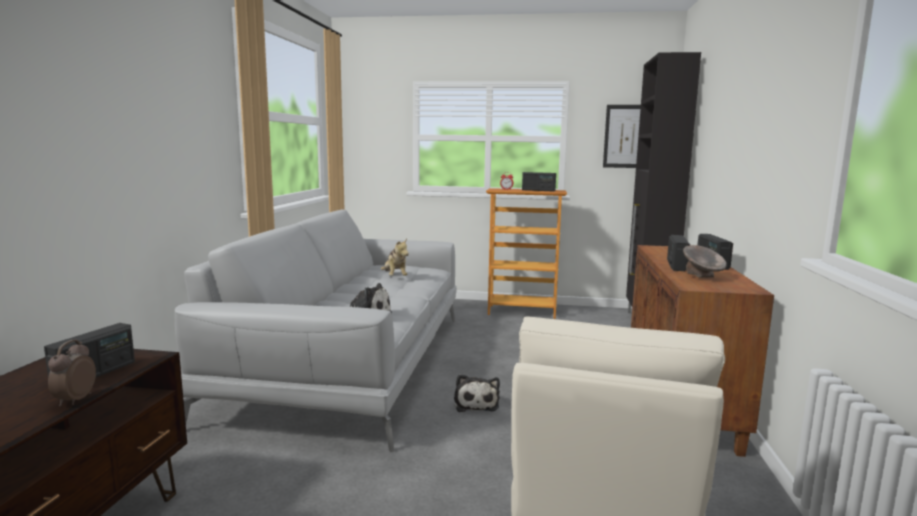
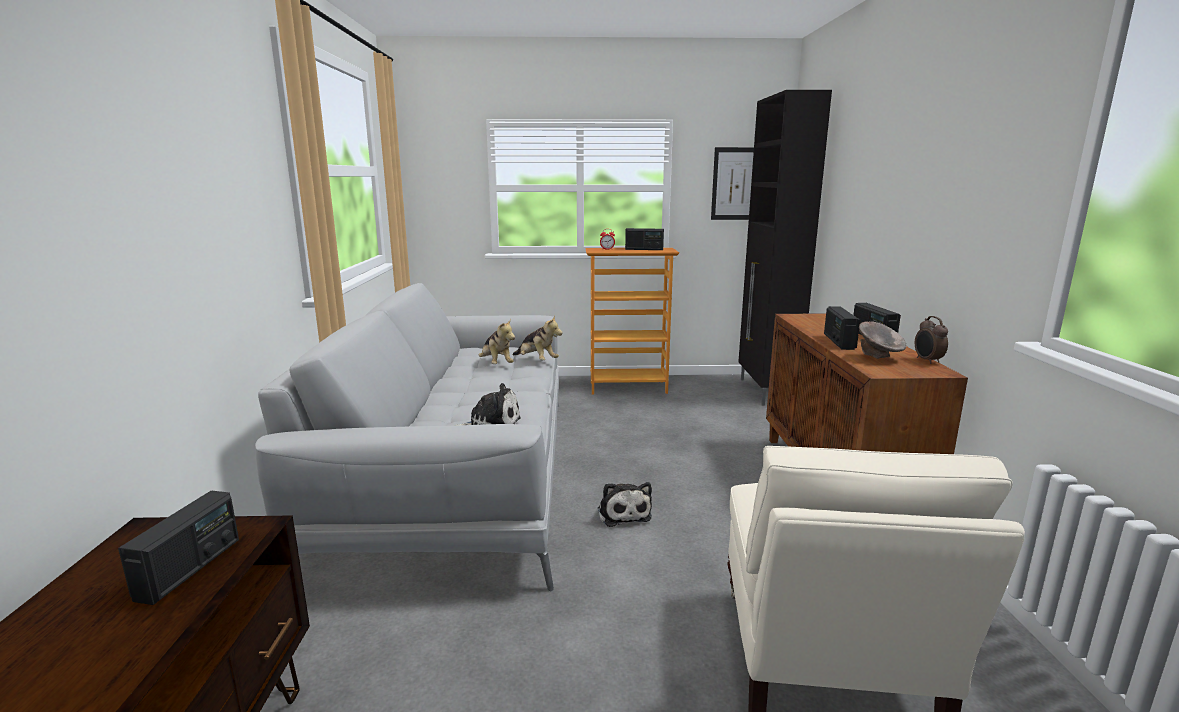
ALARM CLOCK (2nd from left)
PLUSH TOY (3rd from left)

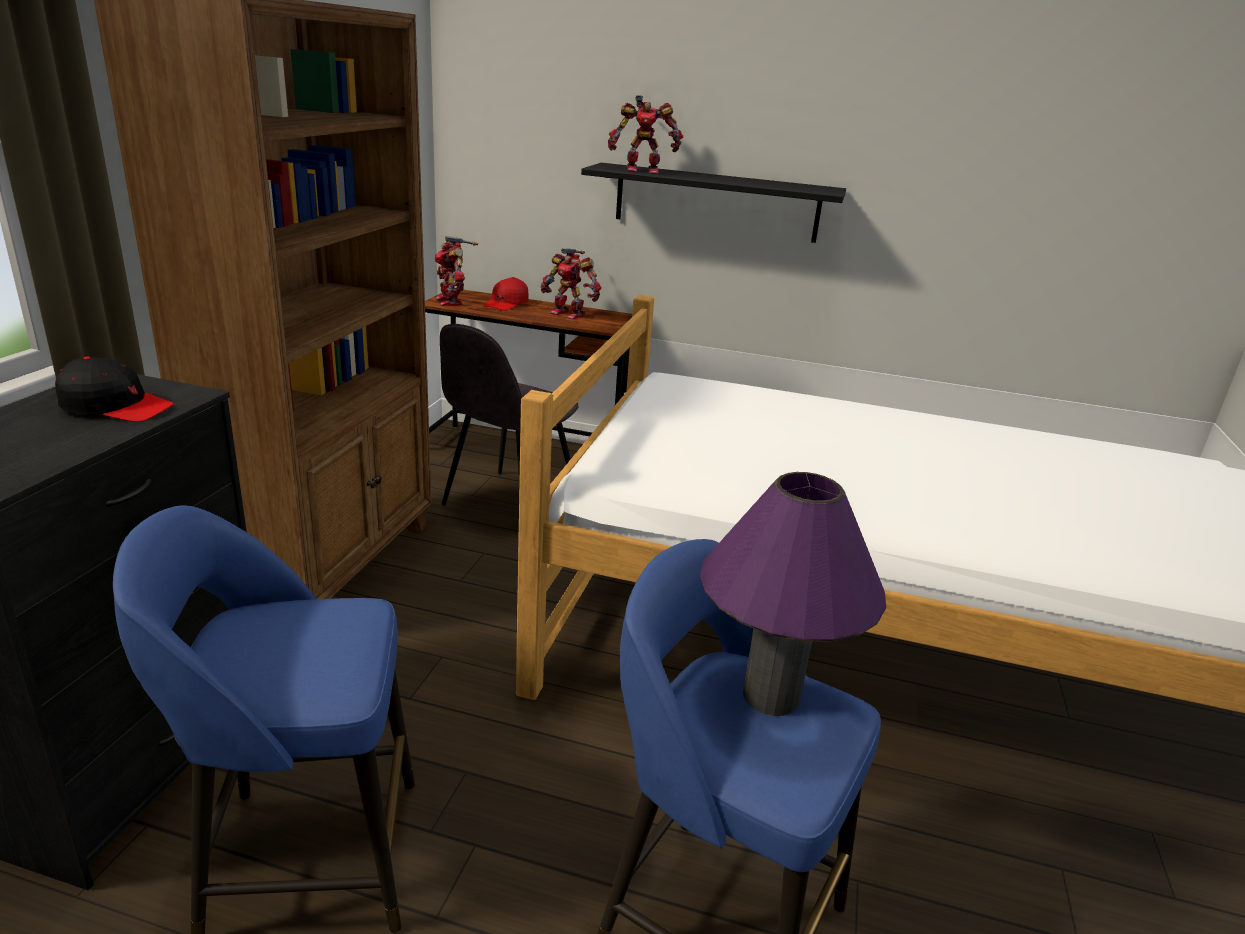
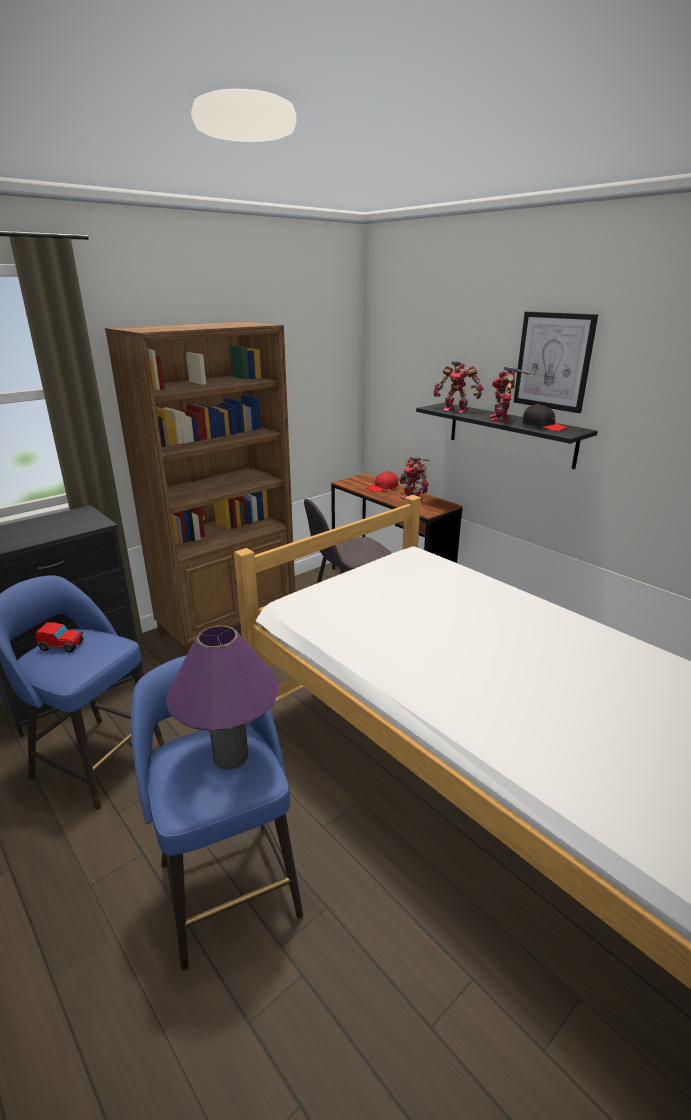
TOY ROBOT (3rd from left)
BLACK CAP
PICTURE
TOY CAR

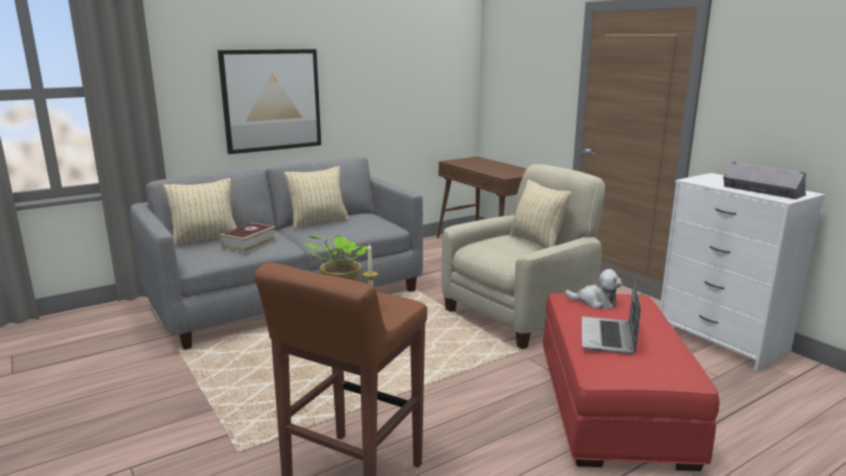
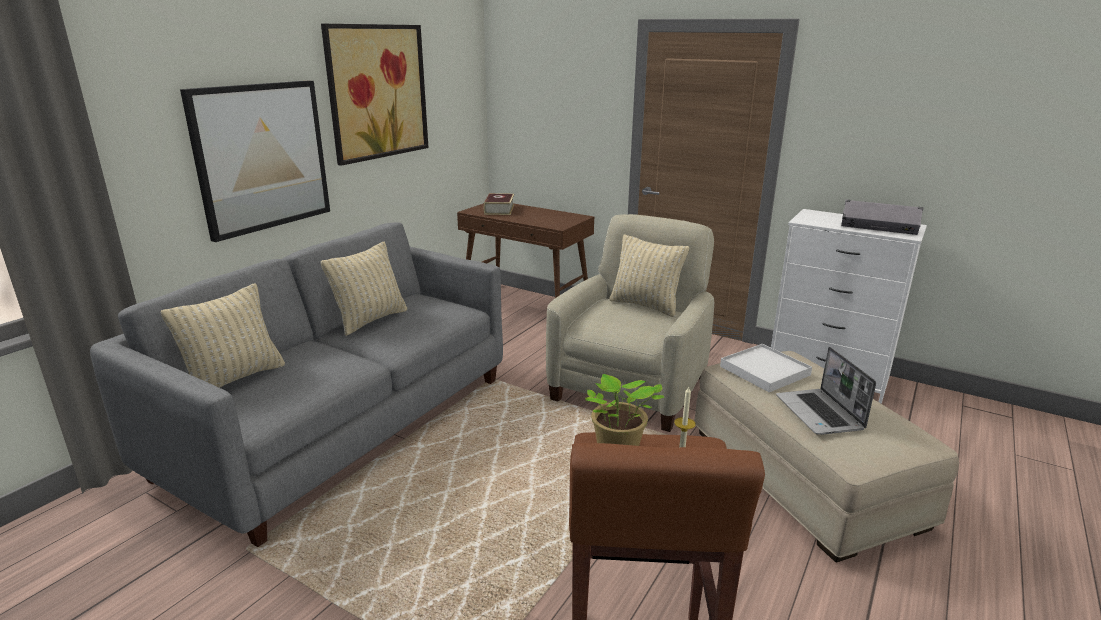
BOOK
WHITE TRAY
BEIGE OTTOMAN
PICTURE (2nd from left)

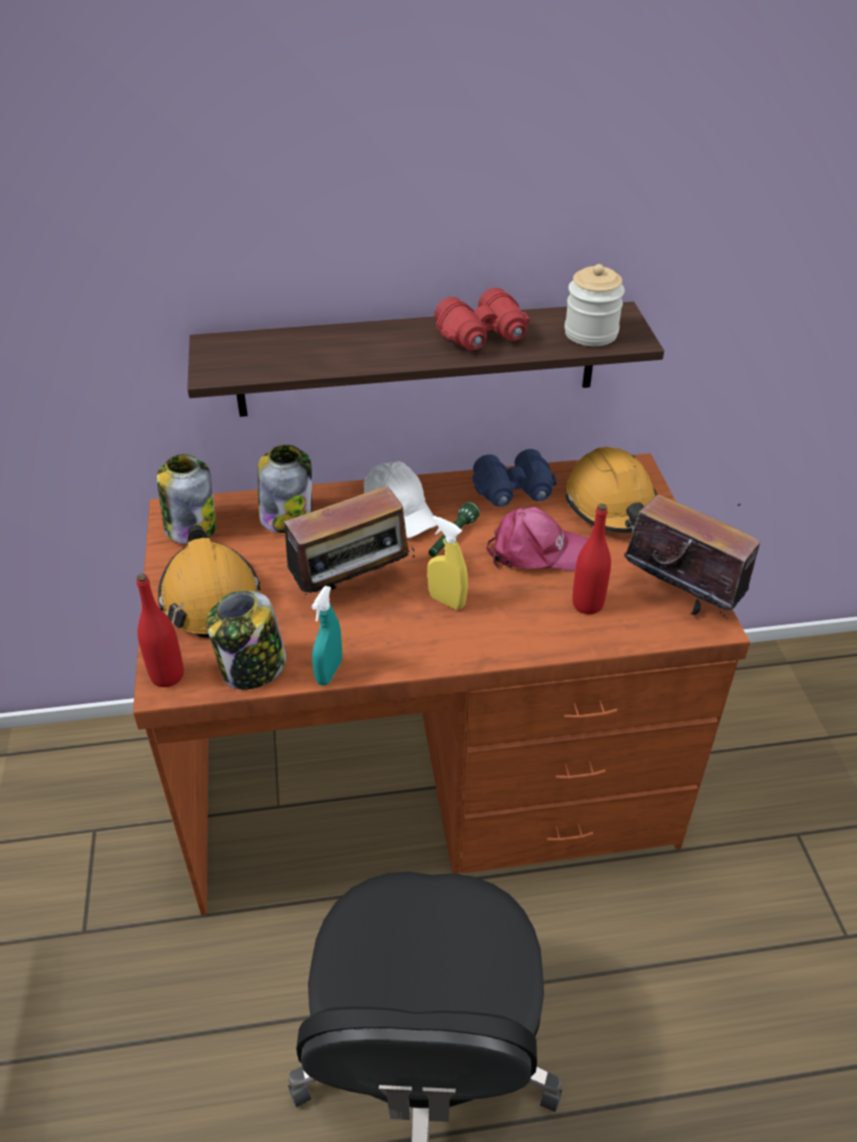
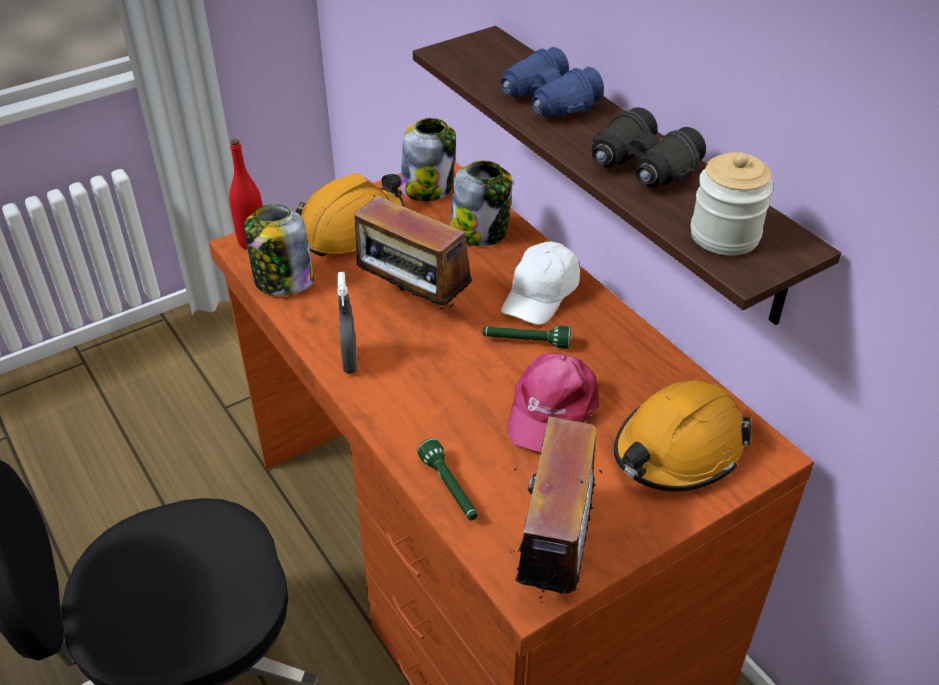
BLACK BINOCULARS
BLUE BINOCULARS
RED BOTTLE (2nd from left in the first image)
PINK CAP
YELLOW SPRAY BOTTLE
TURQUOISE SPRAY BOTTLE
GREY SPRAY BOTTLE
GREEN FLASHLIGHT (1st from left)

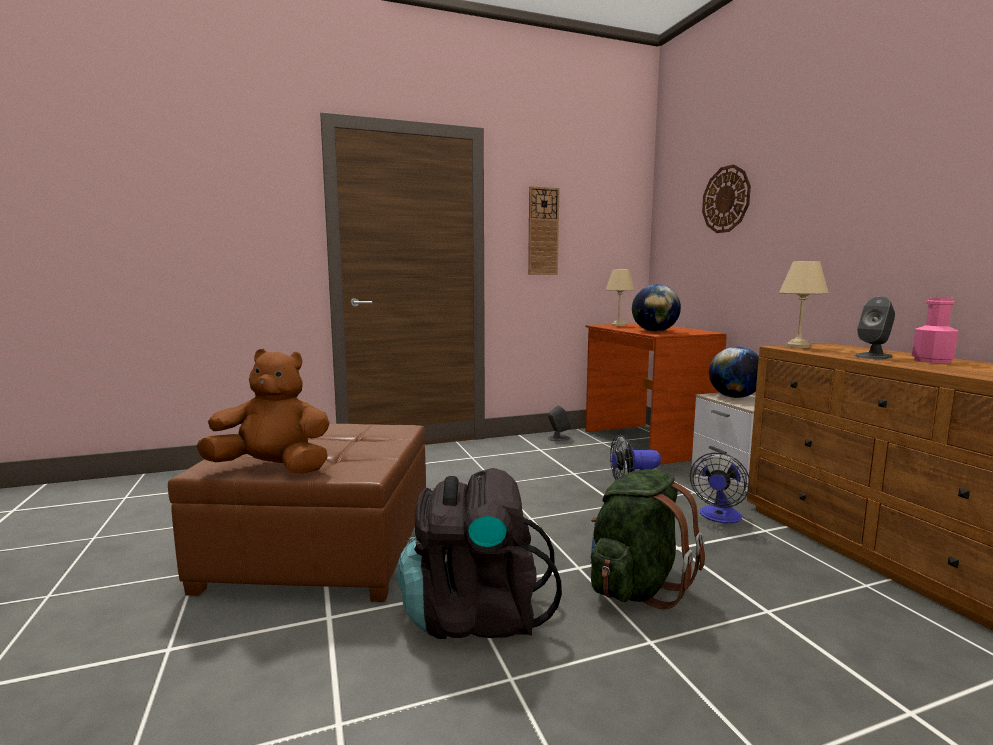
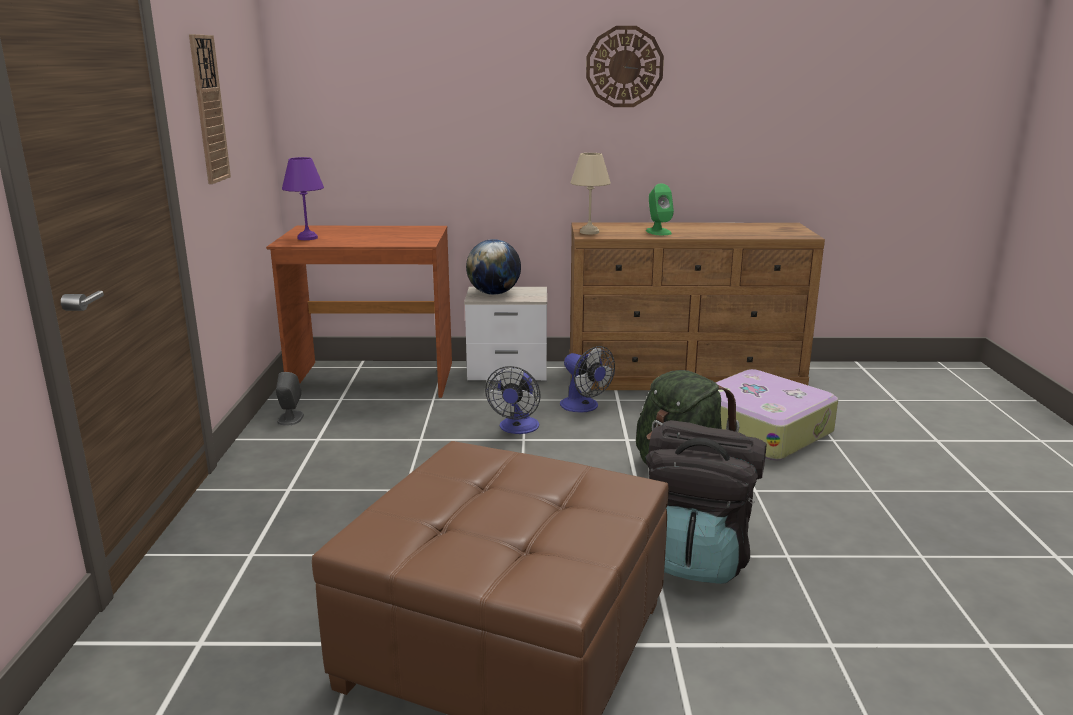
WALL CLOCK (2nd from left)
PURPLE TABLE LAMP
GLOBE (1st from left in the first image)
GREEN SPEAKER
PINK BOTTLE
BROWN PLUSH TOY
SUITCASE

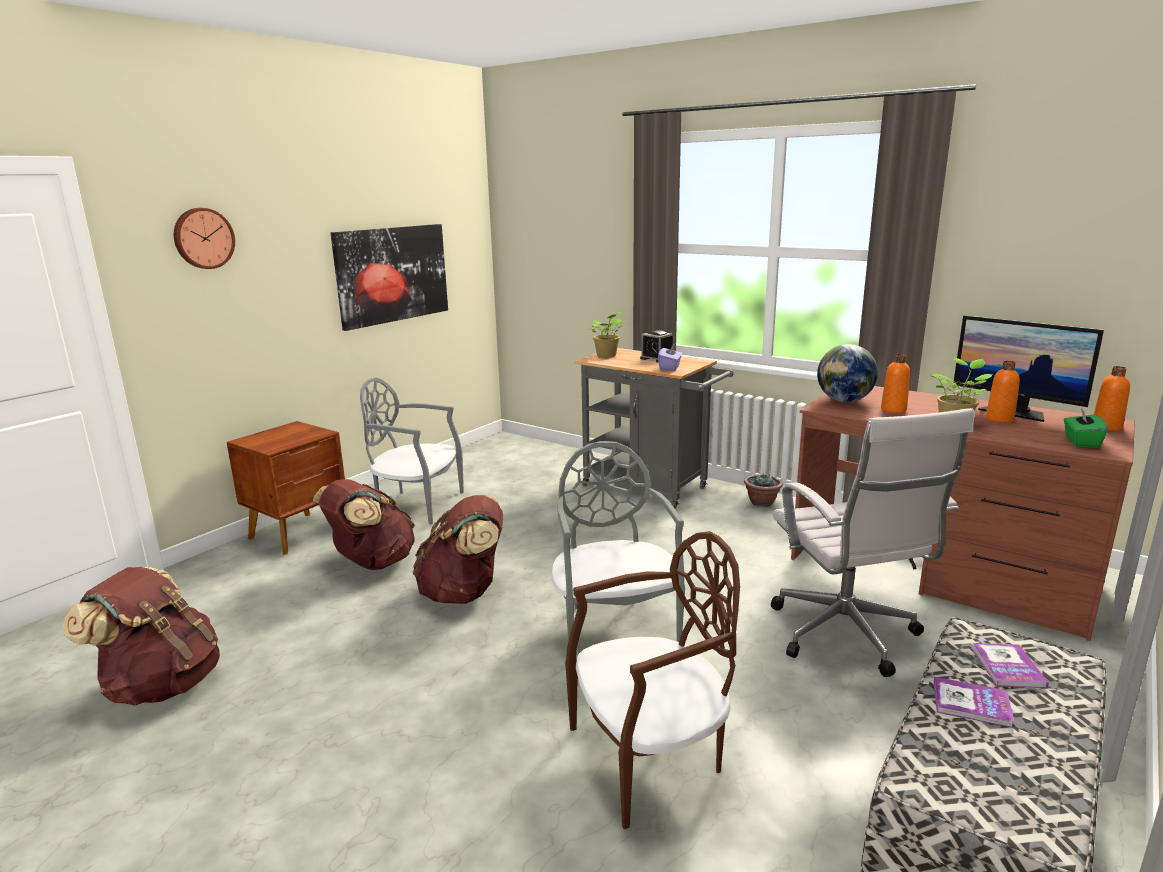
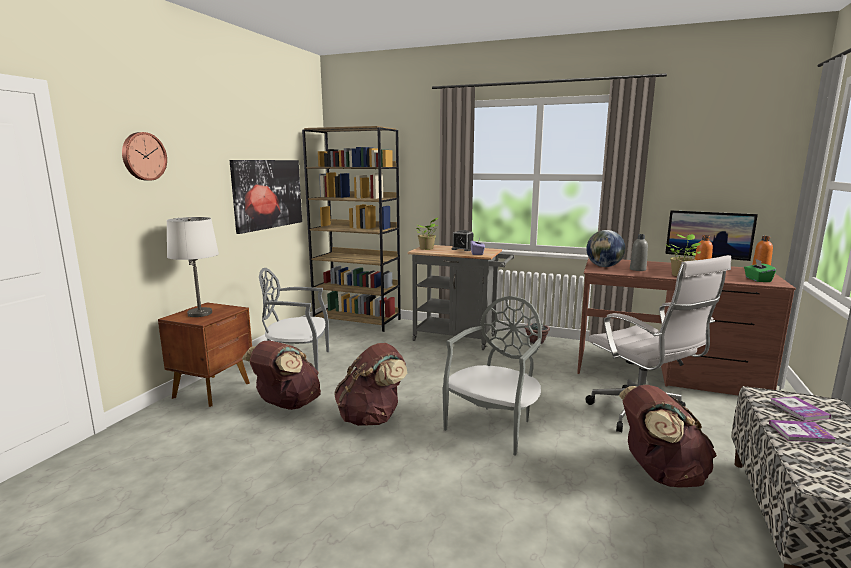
GREY BOTTLE
GREY CHAIR (2nd from left)
BROWN CHAIR
BROWN BACKPACK (3rd from left)
BROWN BOOKCASE
WHITE TABLE LAMP

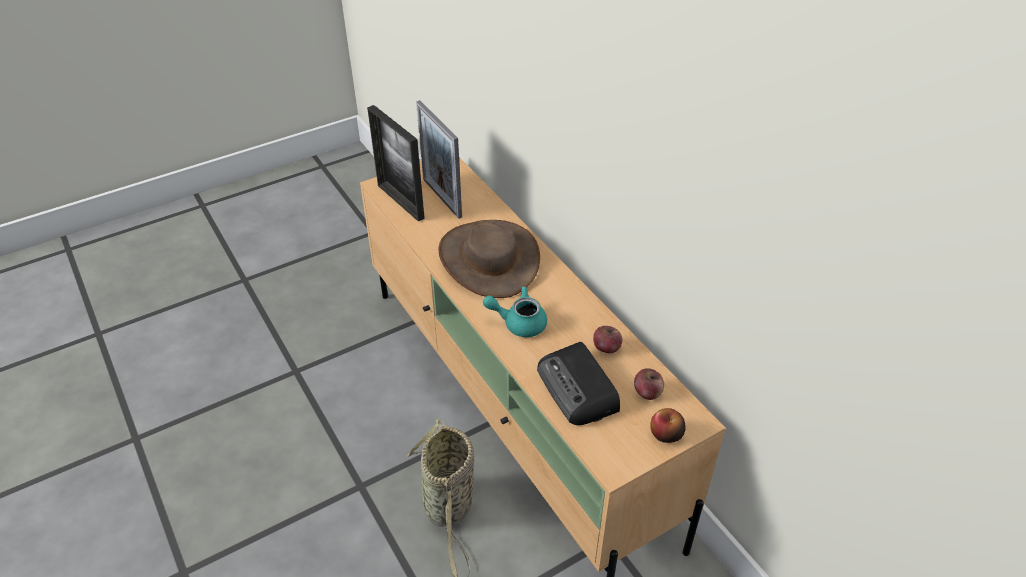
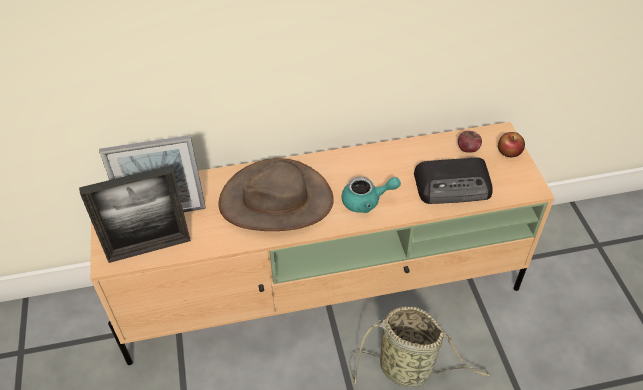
TURQUOISE TEAPOT
APPLE (1st from left in the first image)

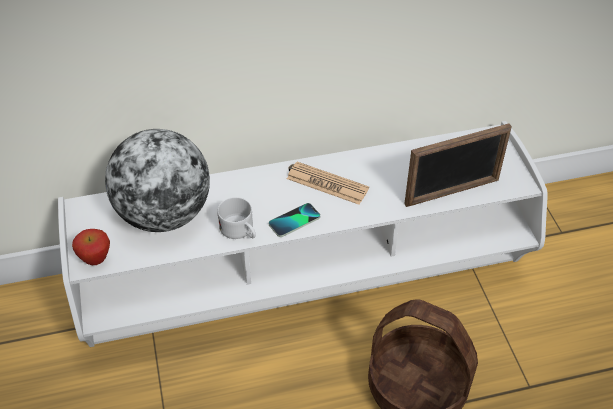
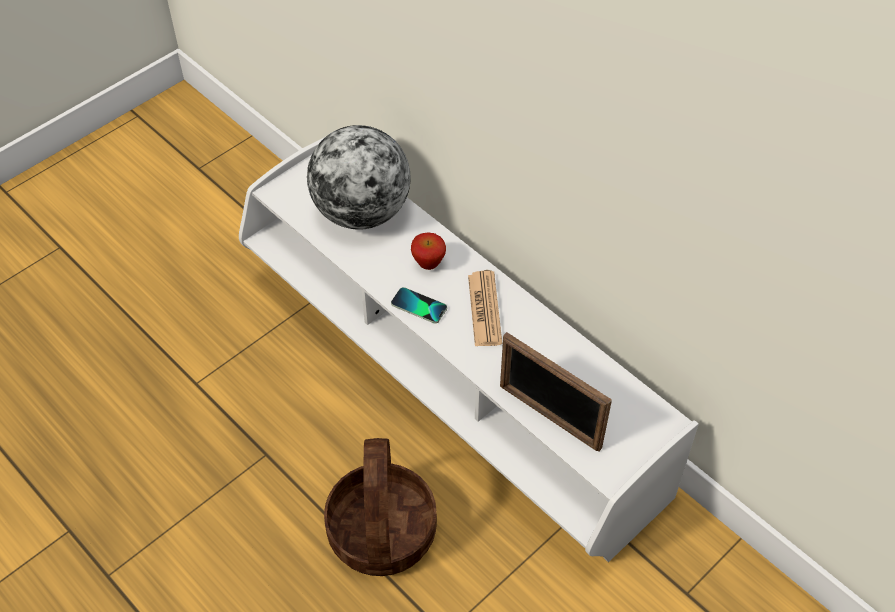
WHITE MUG
APPLE

